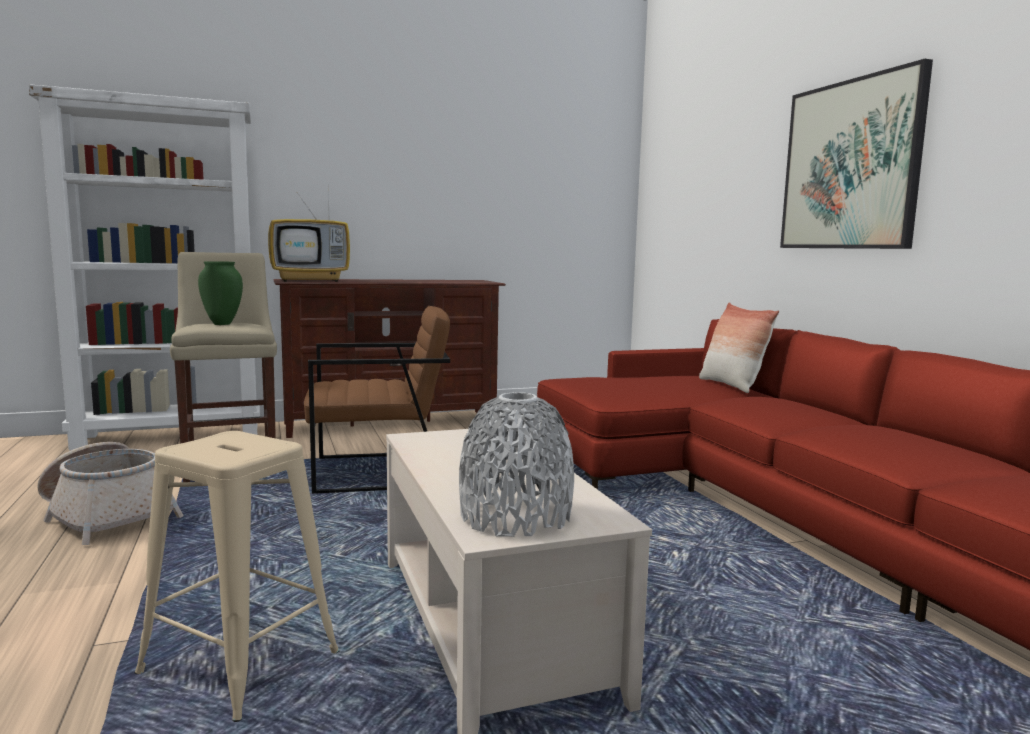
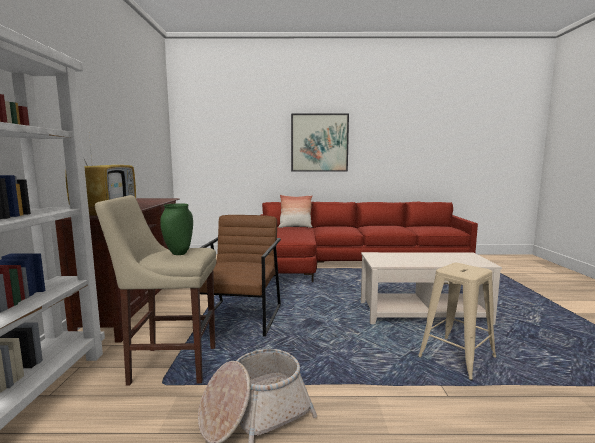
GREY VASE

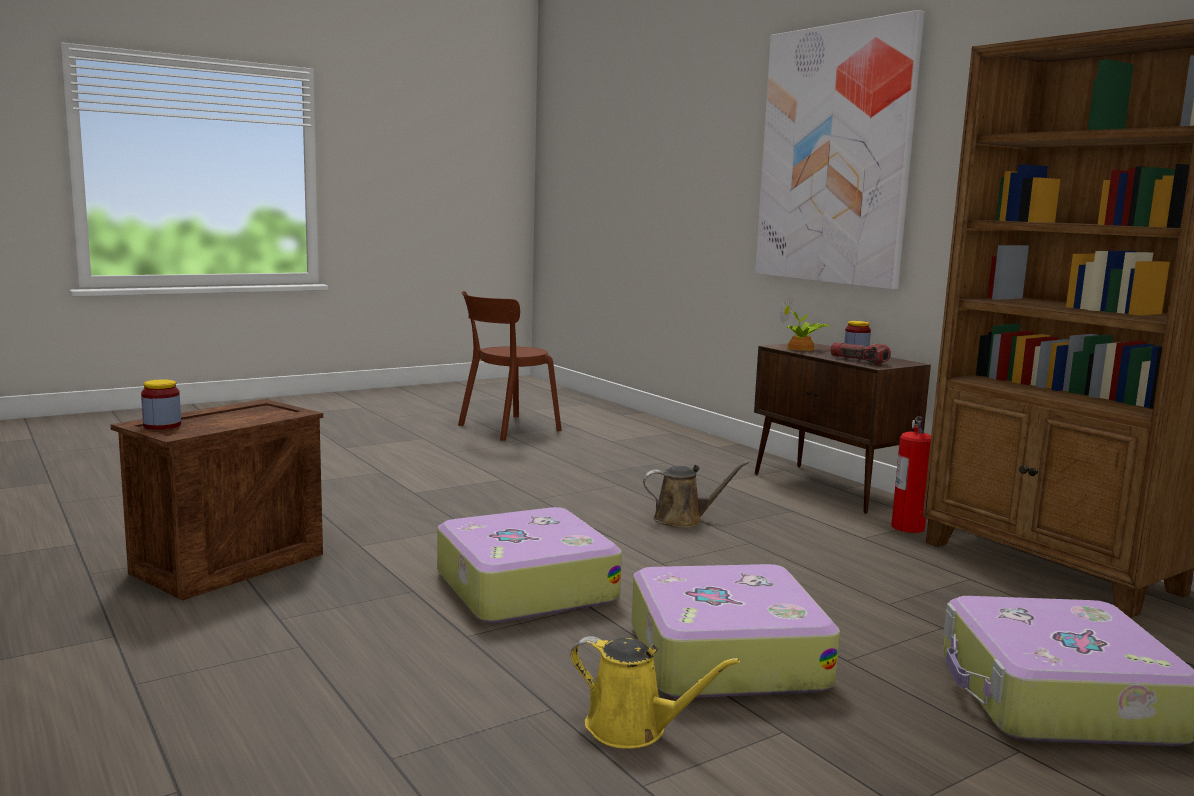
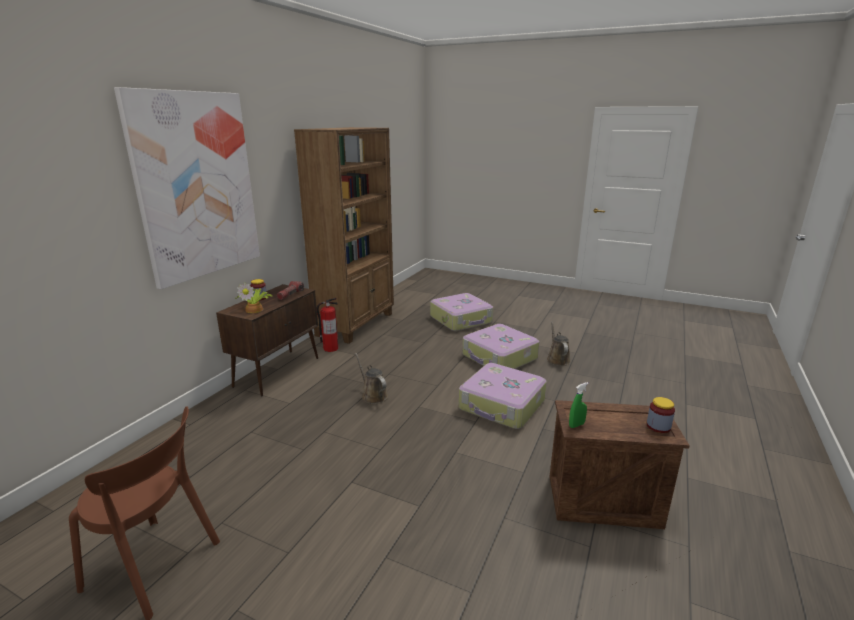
BROWN WATERING CAN (2nd from left)
GREEN SPRAY BOTTLE

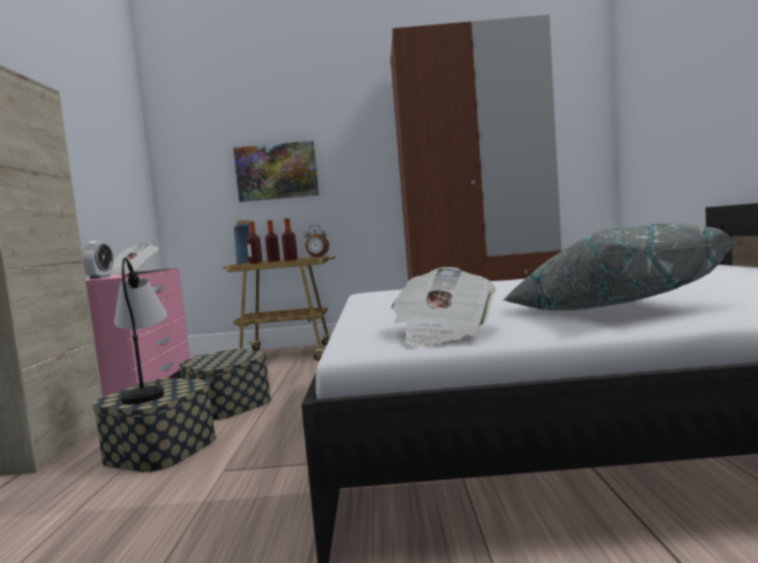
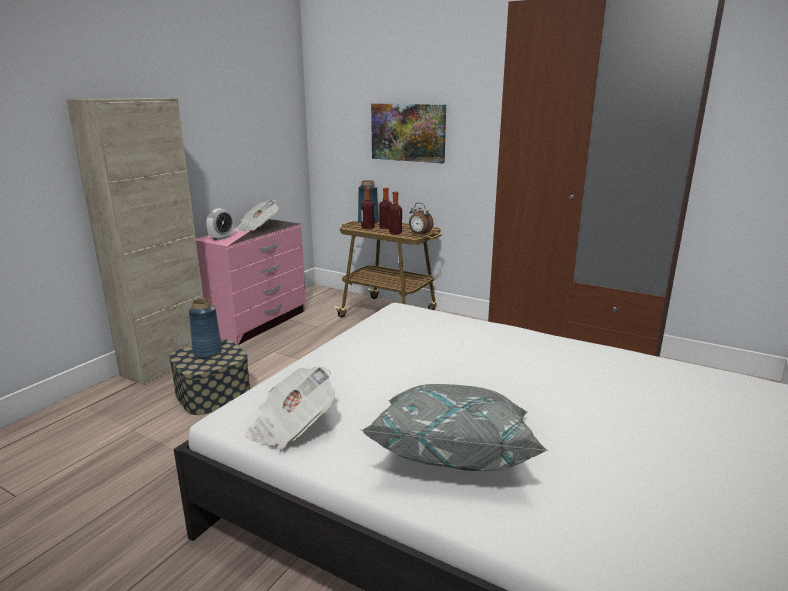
BLUE VASE (1st from left)
STORAGE BOX (2nd from left in the first image)

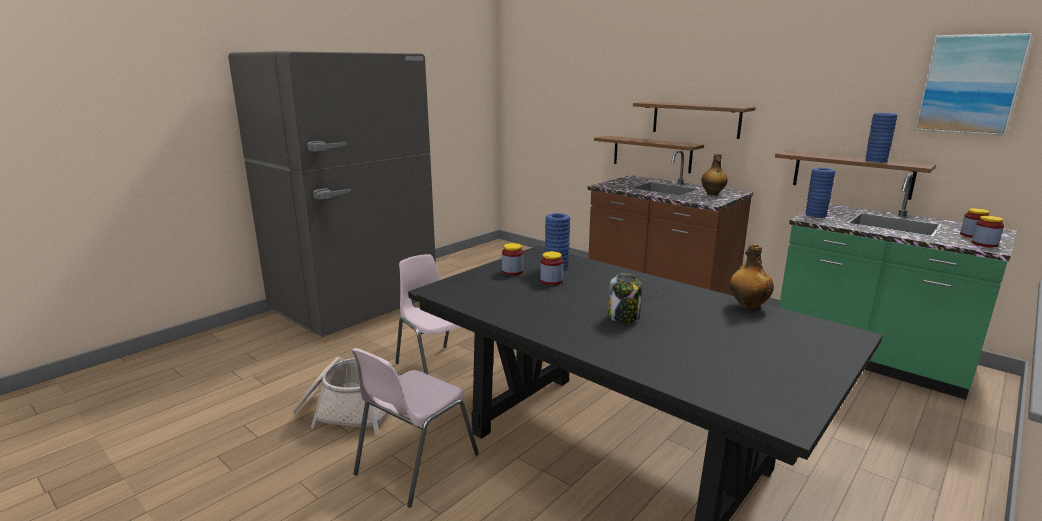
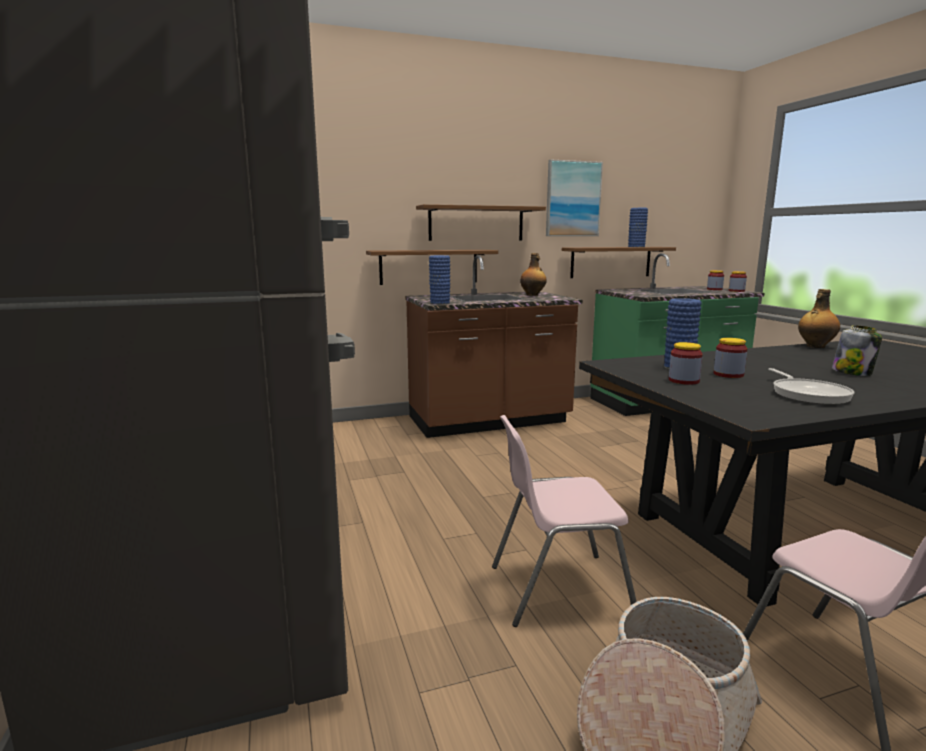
PICTURE
BLUE VASE (1st from left)
FRYING PAN

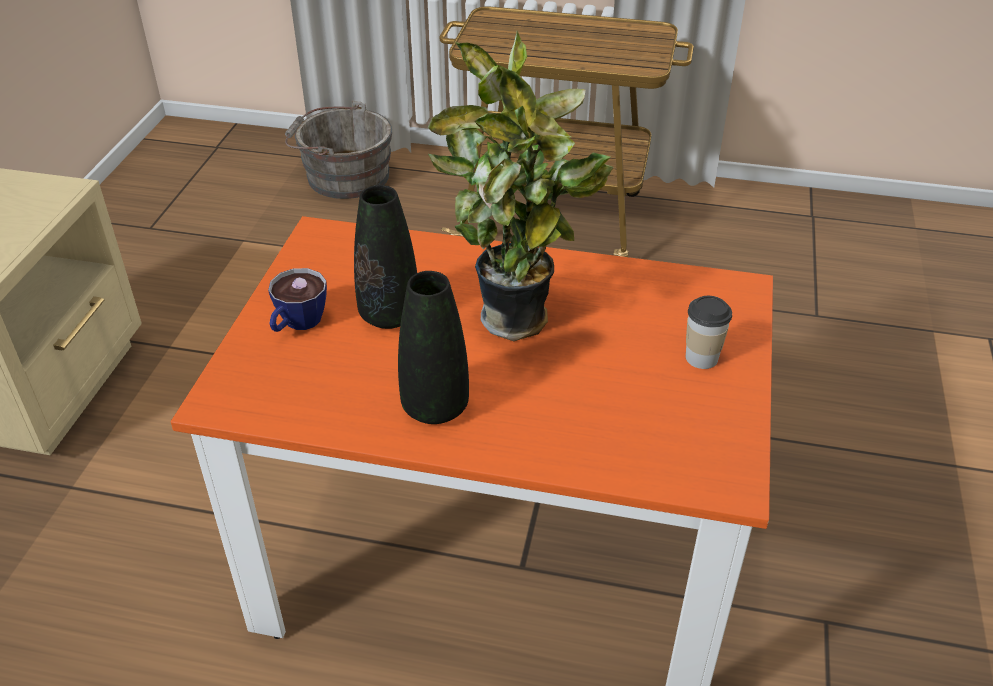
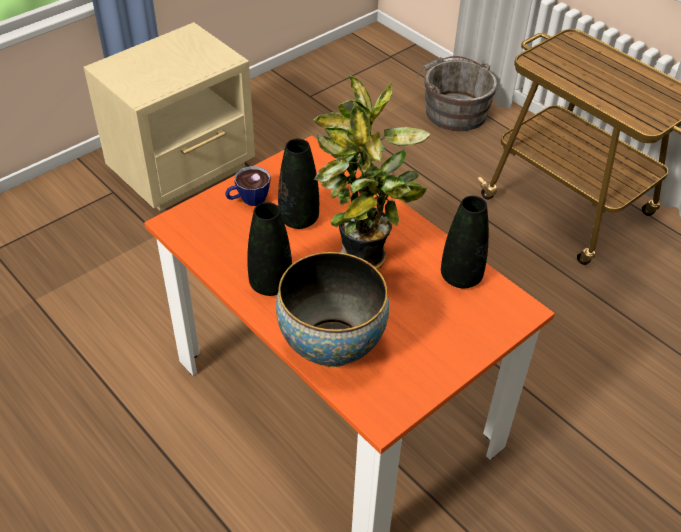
CUP (2nd from left in the first image)
BLACK VASE (3rd from left)
BOWL

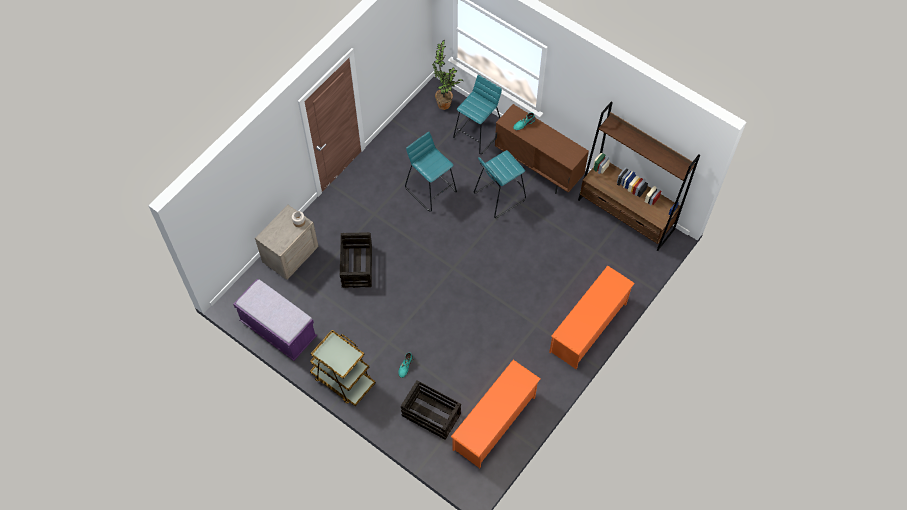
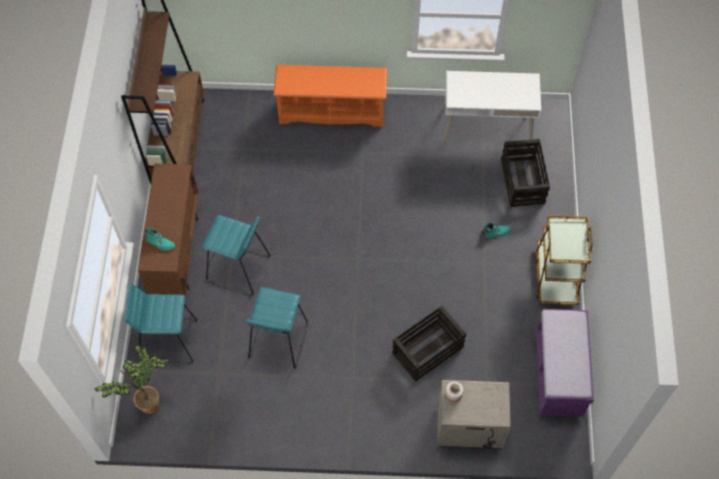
WHITE DESK

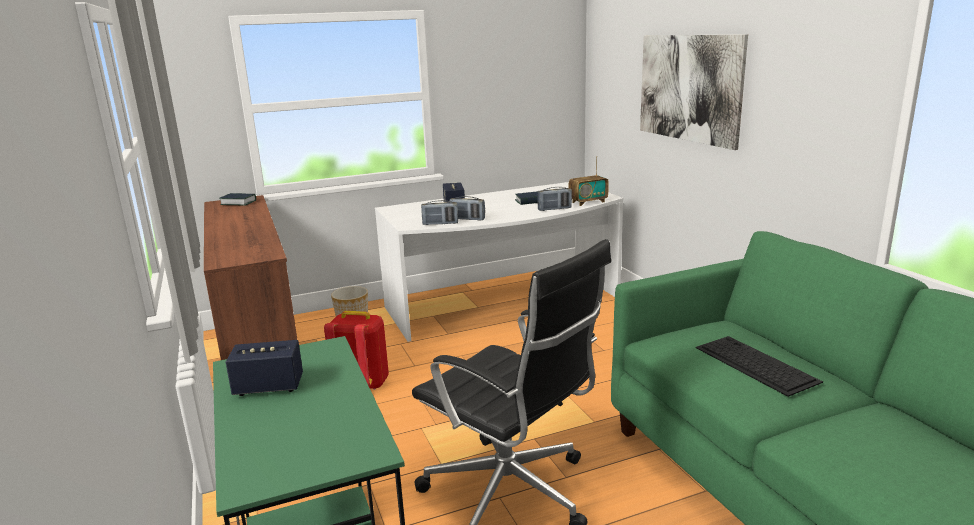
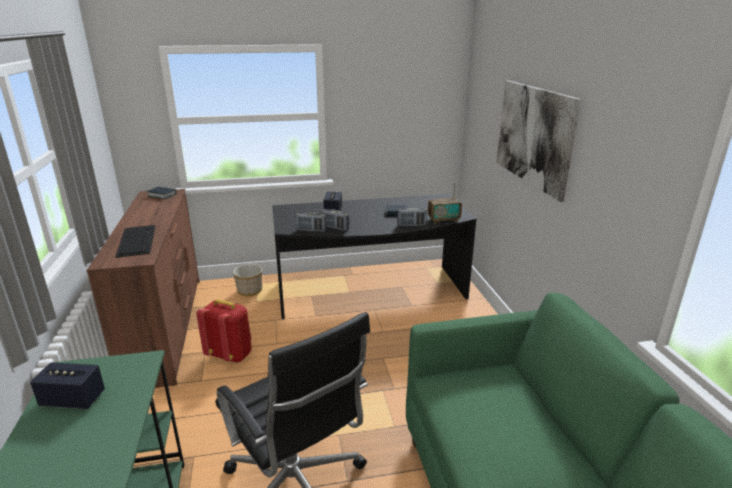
BLACK DESK
KEYBOARD

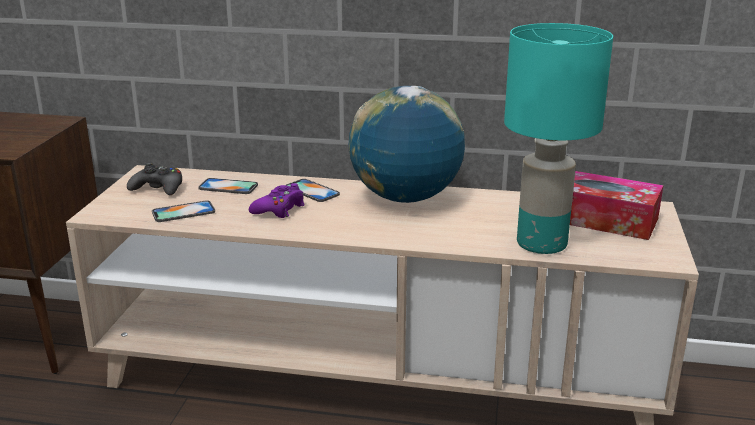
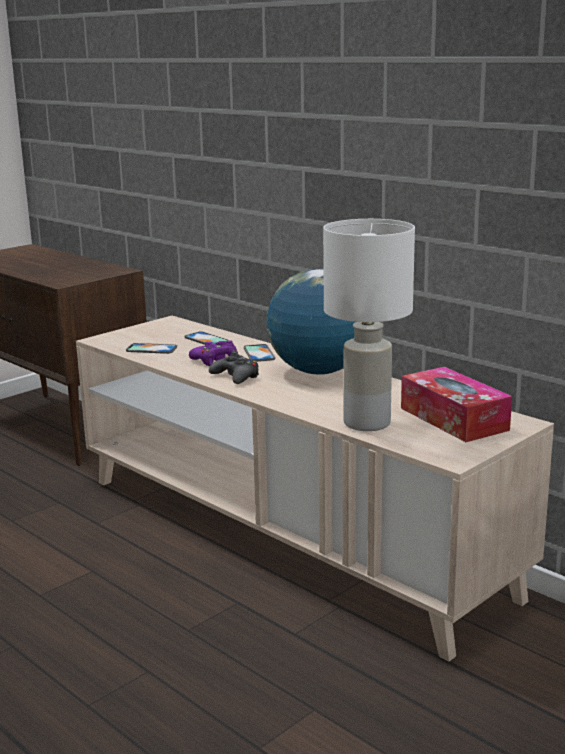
WHITE TABLE LAMP
BLACK GAME CONTROLLER

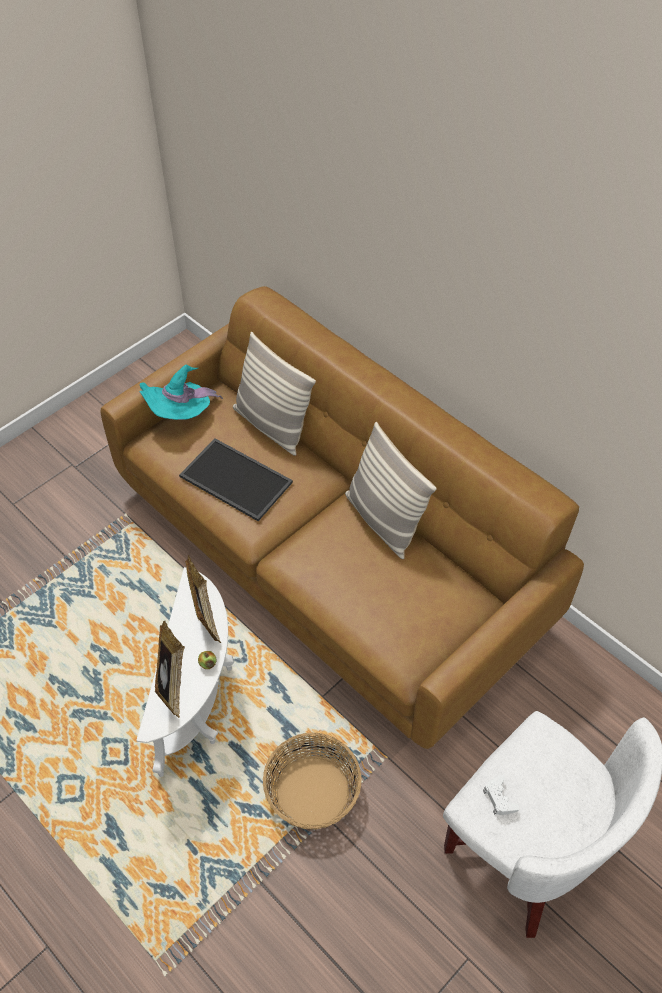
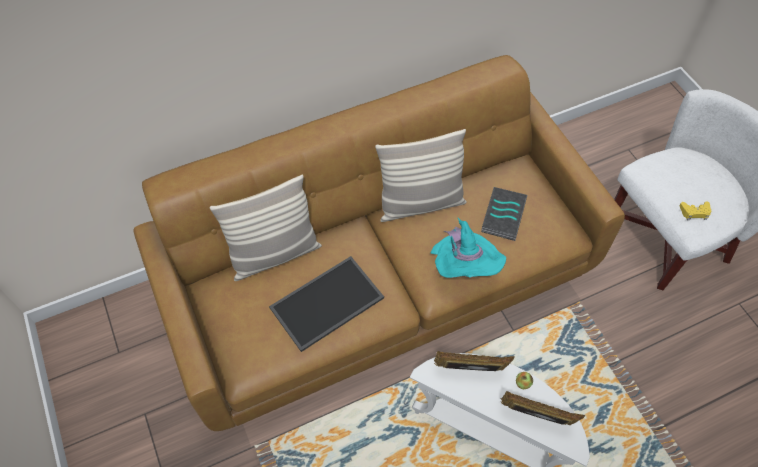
TURQUOISE HAT
BASKET
YELLOW GAME CONTROLLER
BOOK

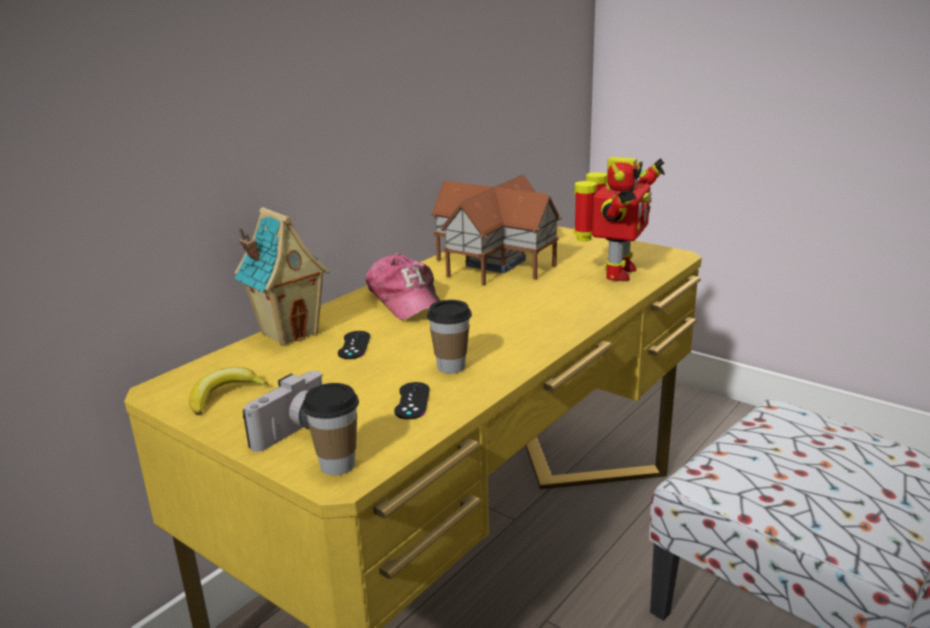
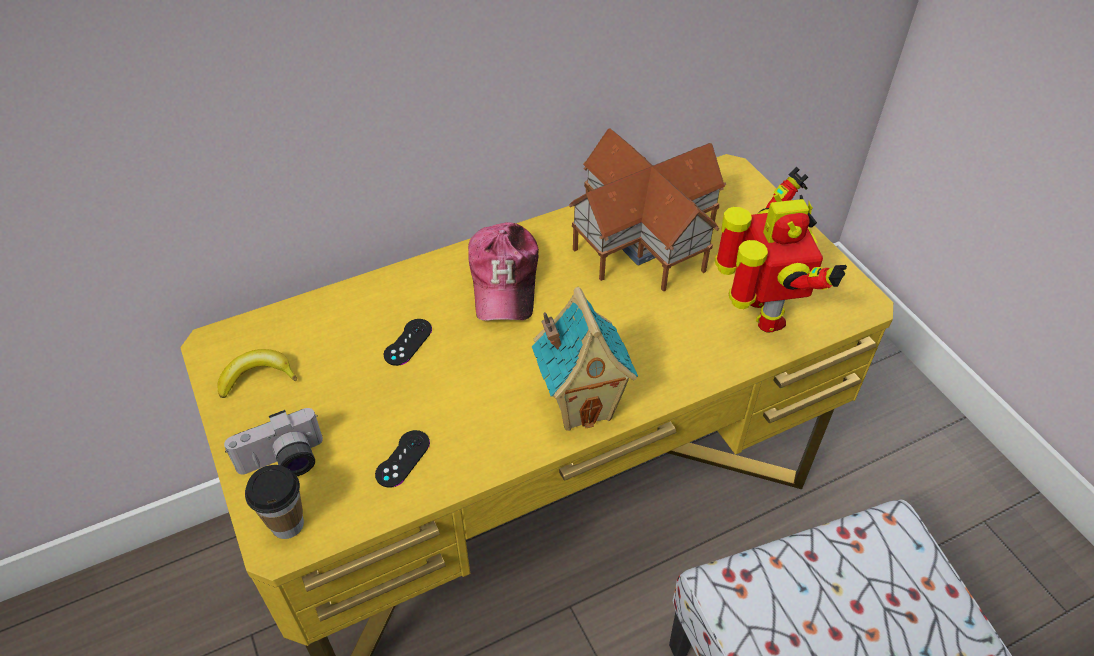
TOY ROBOT
TOY HOUSE (1st from left)
CUP (2nd from left in the first image)

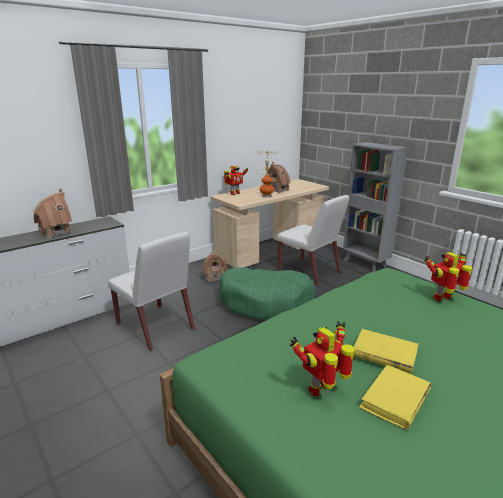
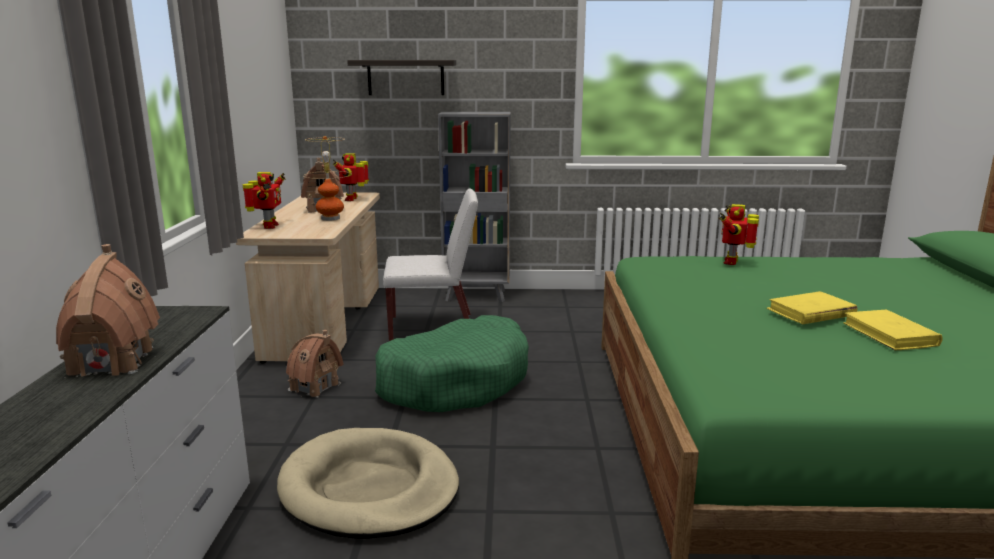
BEIGE DOG BED
TOY ROBOT (2nd from left)
SHELF

